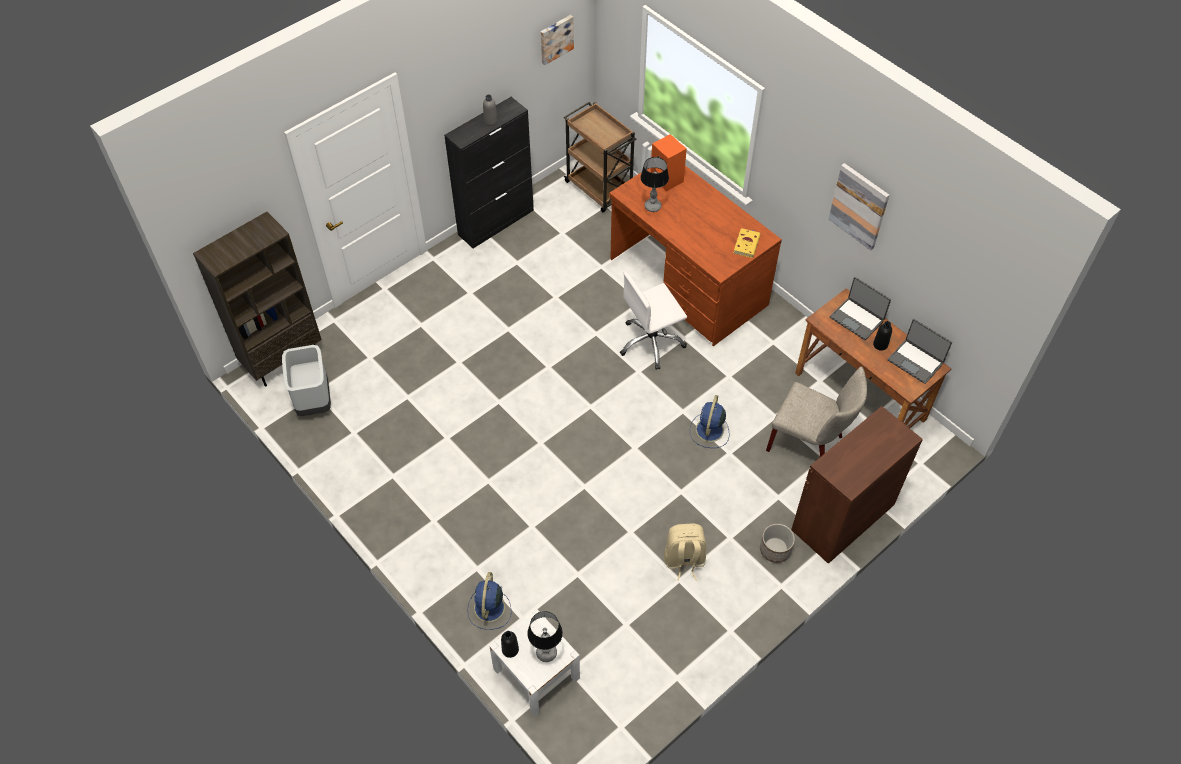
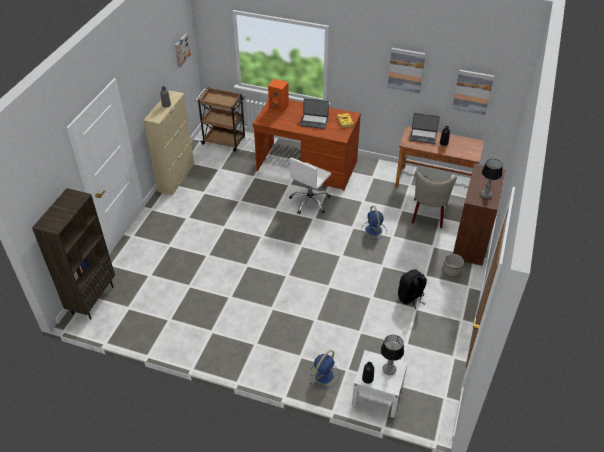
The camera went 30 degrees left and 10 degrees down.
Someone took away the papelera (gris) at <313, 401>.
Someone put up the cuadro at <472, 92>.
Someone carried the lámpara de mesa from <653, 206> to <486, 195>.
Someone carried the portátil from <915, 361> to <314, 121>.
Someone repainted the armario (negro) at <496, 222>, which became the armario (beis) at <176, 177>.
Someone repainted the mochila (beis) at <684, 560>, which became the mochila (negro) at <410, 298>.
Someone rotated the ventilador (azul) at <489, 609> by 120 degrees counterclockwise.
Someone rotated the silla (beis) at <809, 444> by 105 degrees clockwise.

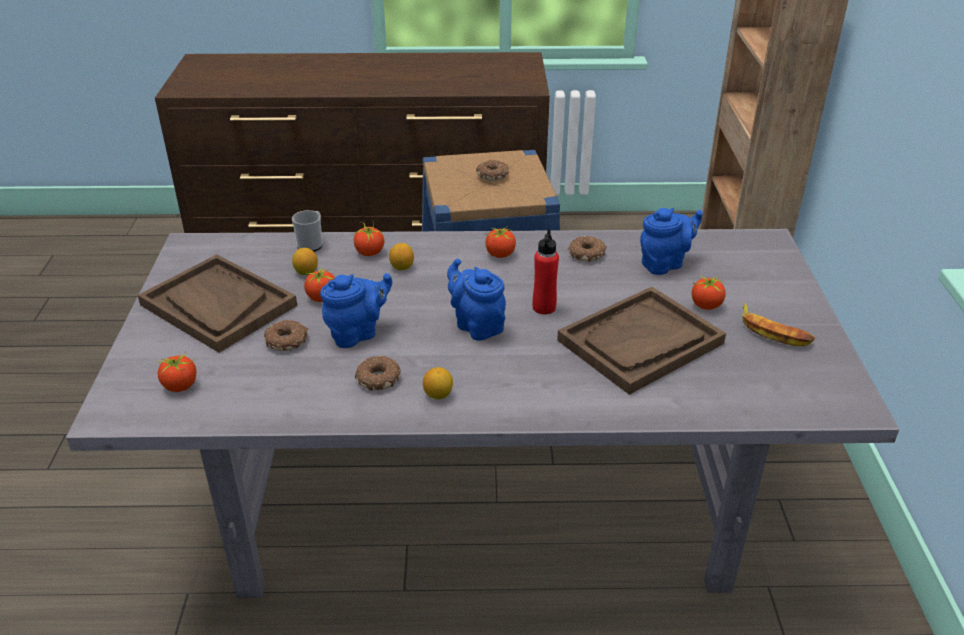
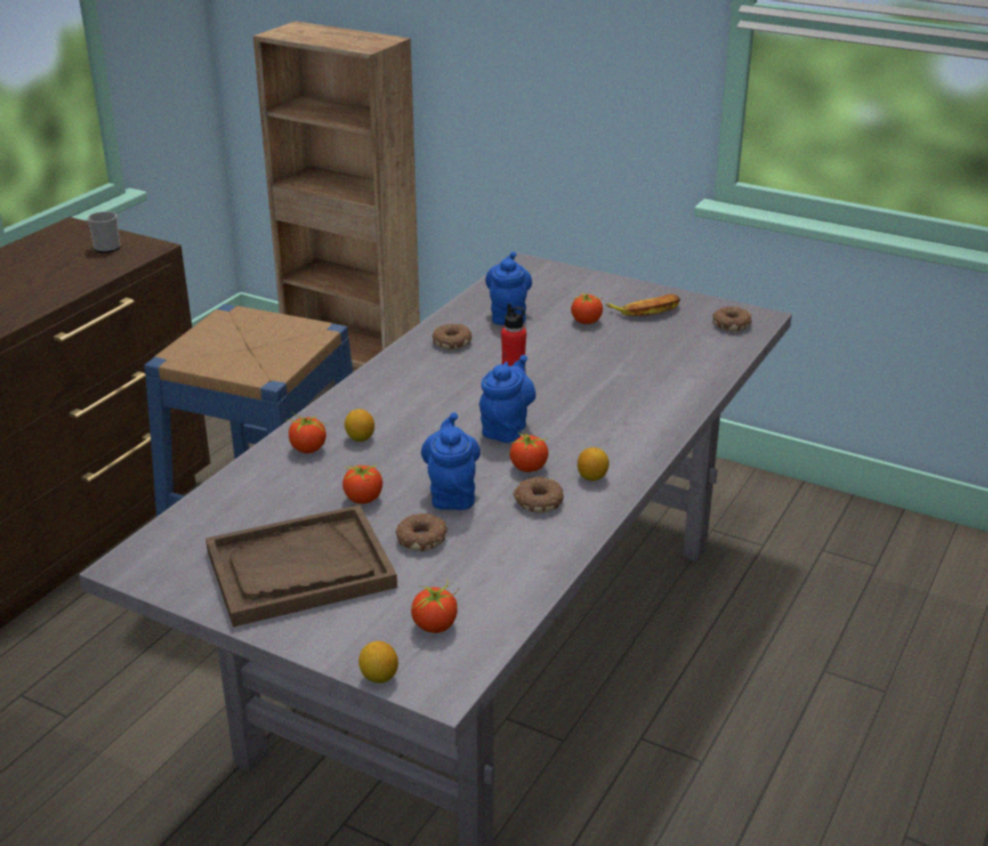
The camera went 60 degrees left and 5 degrees down.
Someone took away the bandeja (marrón) at <640, 342>.
Someone carried the taza grande from <311, 244> to <106, 246>.
Someone carried the limón from <306, 272> to <379, 677>.
Someone carried the rosquilla from <493, 175> to <731, 324>.
Someone carried the tomate from <500, 254> to <529, 467>.
Someone rotated the tetera (azul) at <476, 325> by 120 degrees clockwise.

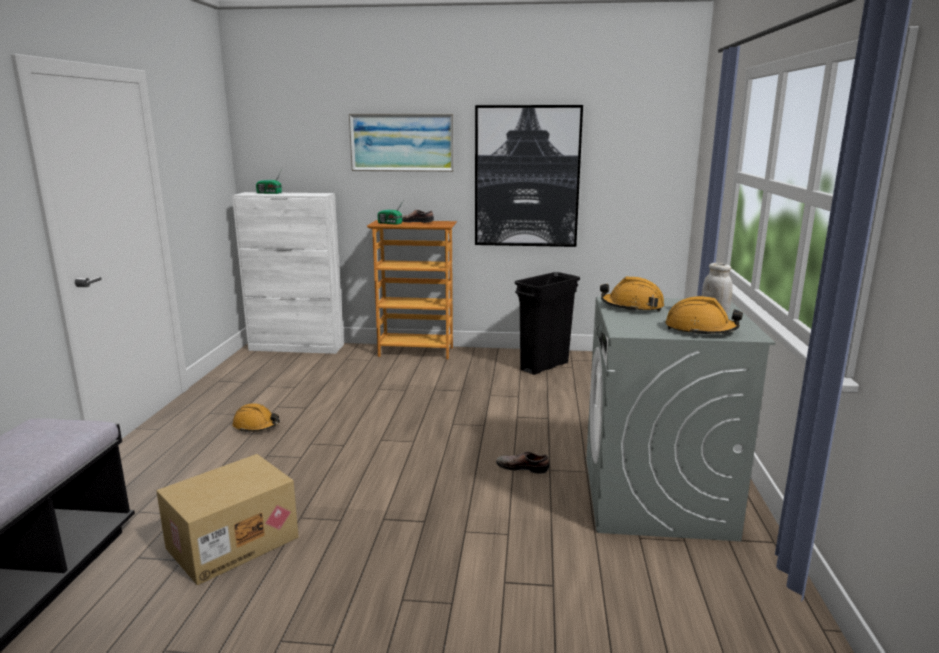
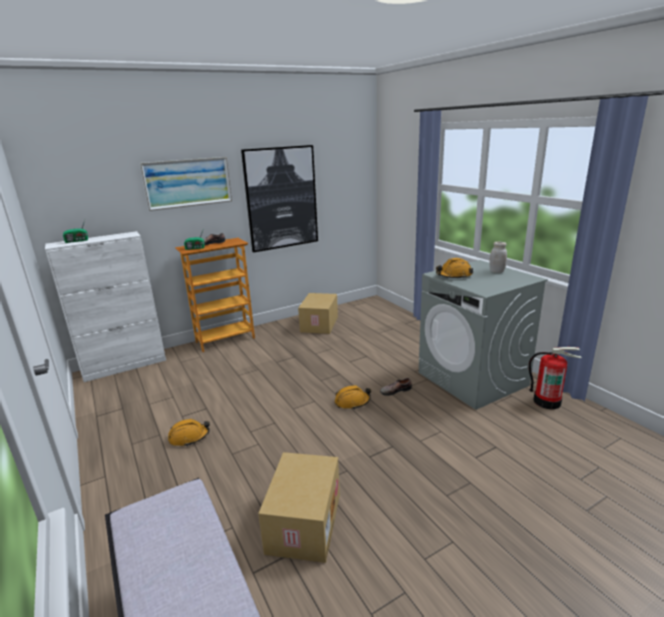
The camera went 35 degrees left and 5 degrees up.
Someone put down the extintor at <547, 401>.
Someone carried the casco (naranja) from <700, 330> to <352, 402>.
Someone swapped the papelera (negro) at <544, 366> for the caja de cartón at <320, 324>.

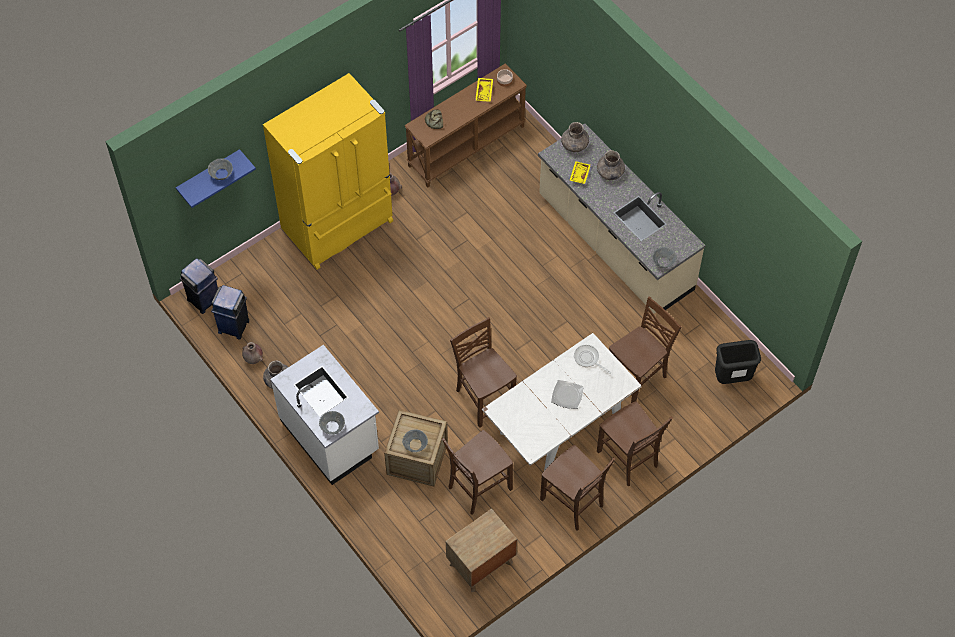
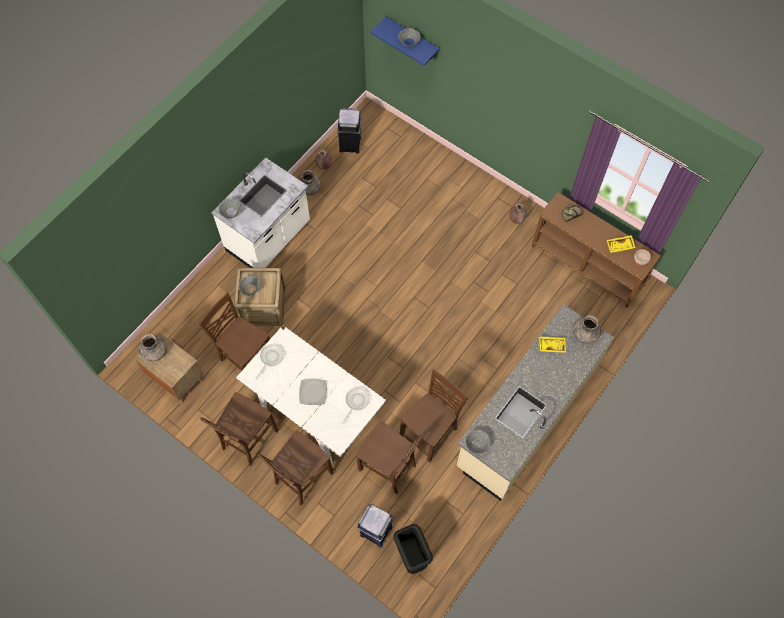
The camera went 75 degrees right and 5 degrees up.
Someone took away the nevera (amarillo) at <339, 227>.
Someone put down the sartén at <270, 358>.
Someone carried the papelera (azul) from <204, 300> to <375, 531>.
Someone carried the silla (marrón) from <484, 398> to <430, 433>.
Someone carried the florero (gris) from <610, 172> to <155, 351>.

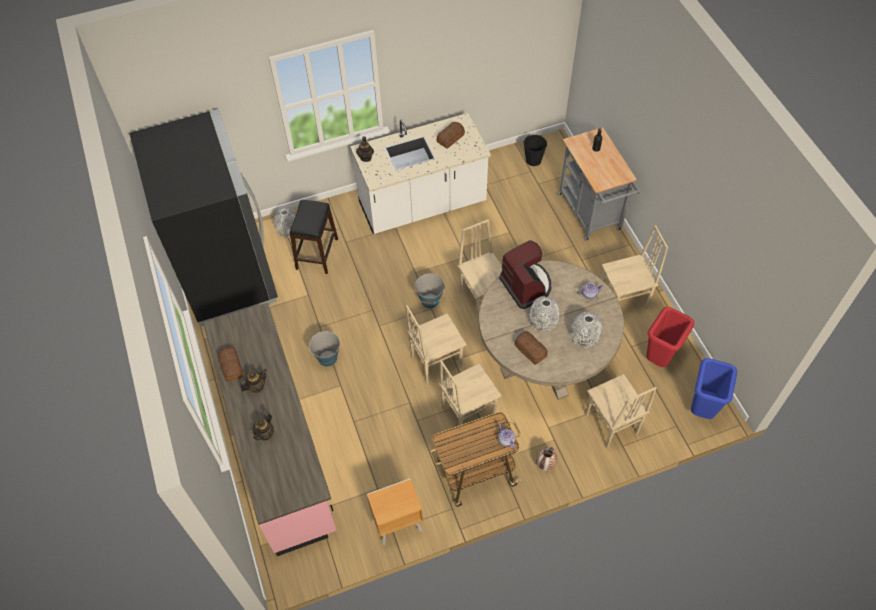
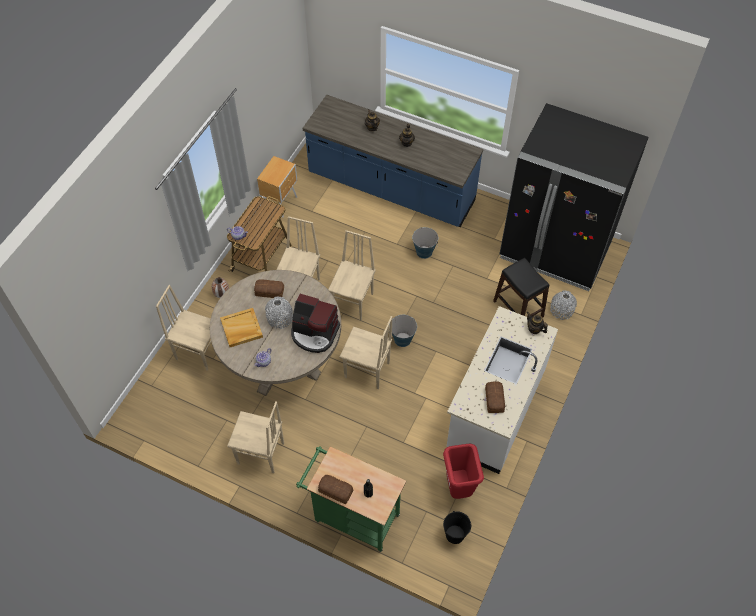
The camera went 135 degrees right and 0 degrees up.
Someone took away the papelera (azul) at <701, 409>.
Someone carried the pan from <231, 367> to <335, 490>.
Someone carried the papelera (rojo) from <659, 359> to <458, 487>.
Someone swapped the florero (gris) at <584, 335> for the bandeja (beis) at <241, 329>.
Someone repainted the mueble bajo de cocina (rosa) at <279, 447>, which became the mueble bajo de cocina (azul) at <391, 189>.
Someone repainted the carrito (gris) at <591, 215>, which became the carrito (verde) at <352, 516>.
Someone rotated the silla (beis) at <624, 301> by 105 degrees counterclockwise.

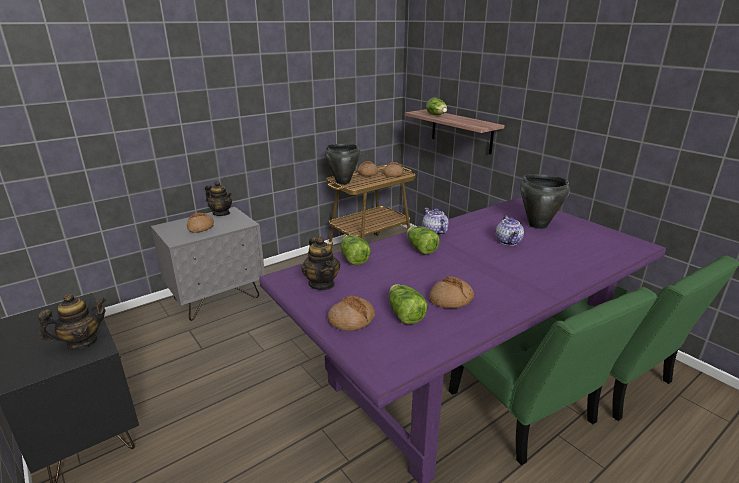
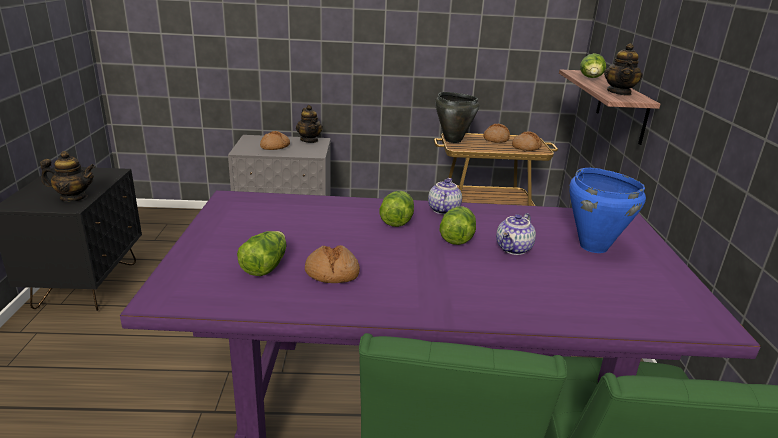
The camera went 35 degrees right and 0 degrees up.
Someone took away the pan at <351, 319>.
Someone carried the tetera from <322, 284> to <619, 92>.
Someone carried the lechuga from <353, 259> to <456, 236>.
Someone repainted the olla (negro) at <537, 225>, which became the olla (azul) at <593, 246>.

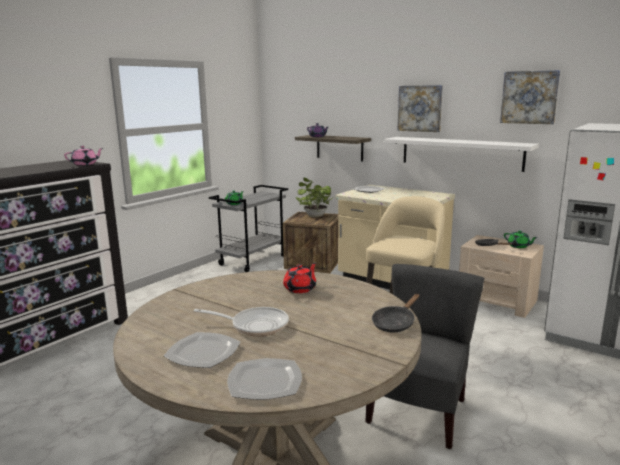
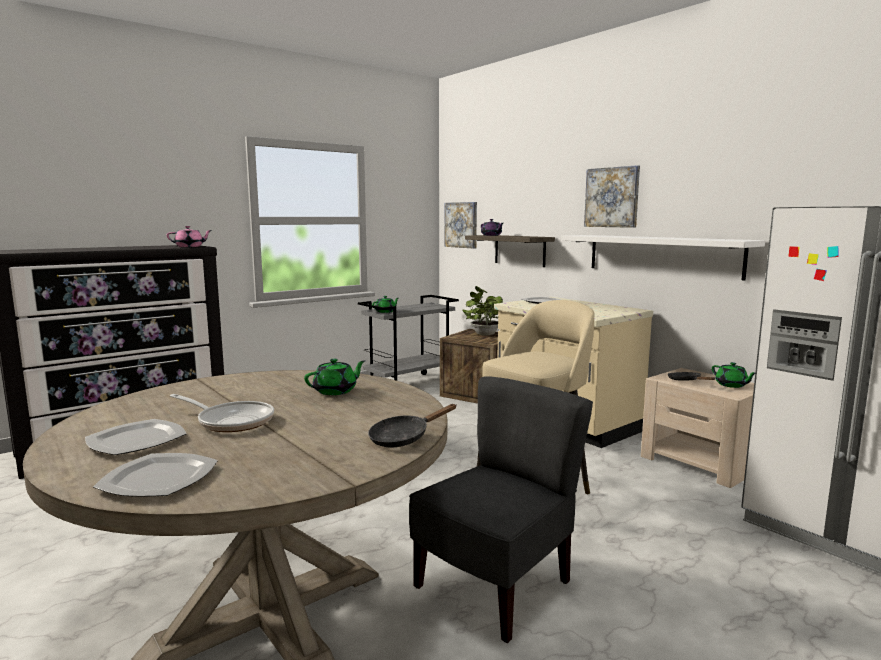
The camera went 15 degrees right and 5 degrees down.
Someone carried the cuadro from <529, 97> to <461, 225>.
Someone repainted the tetera (rojo) at <300, 289>, which became the tetera (verde) at <336, 391>.

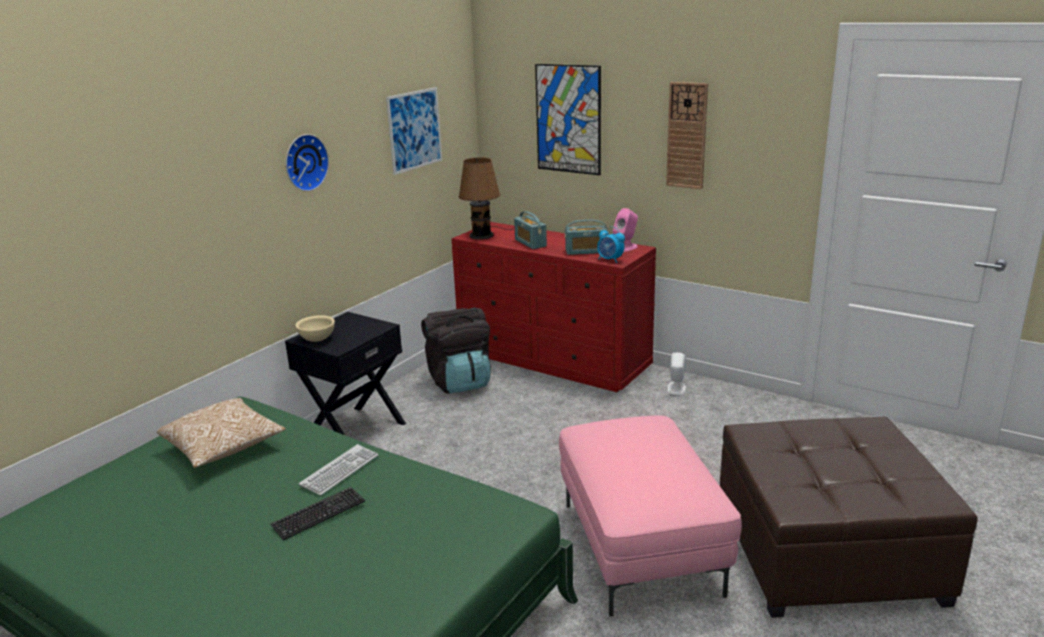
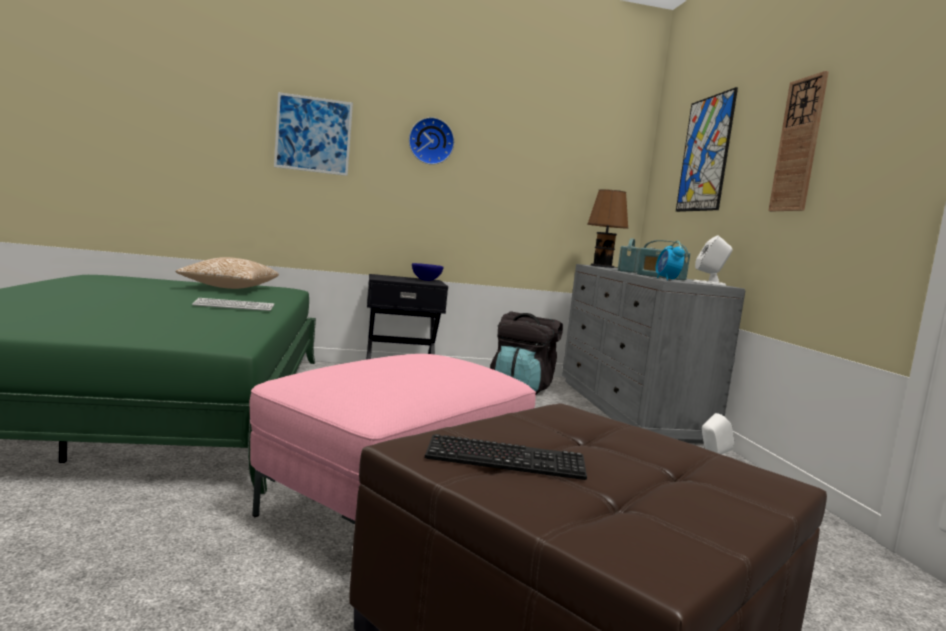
The camera went 45 degrees right and 15 degrees down.
Someone took away the cuenco (beis) at <316, 339>.
Someone put down the cuenco (azul) at <426, 280>.
Someone carried the teclado from <319, 514> to <505, 460>.
Someone carried the cuadro from <414, 130> to <313, 134>.
Someone repainted the cómoda (rojo) at <554, 360>, which became the cómoda (gris) at <628, 408>.
Someone repainted the altavoz (rosa) at <625, 247>, which became the altavoz (blanco) at <709, 283>.

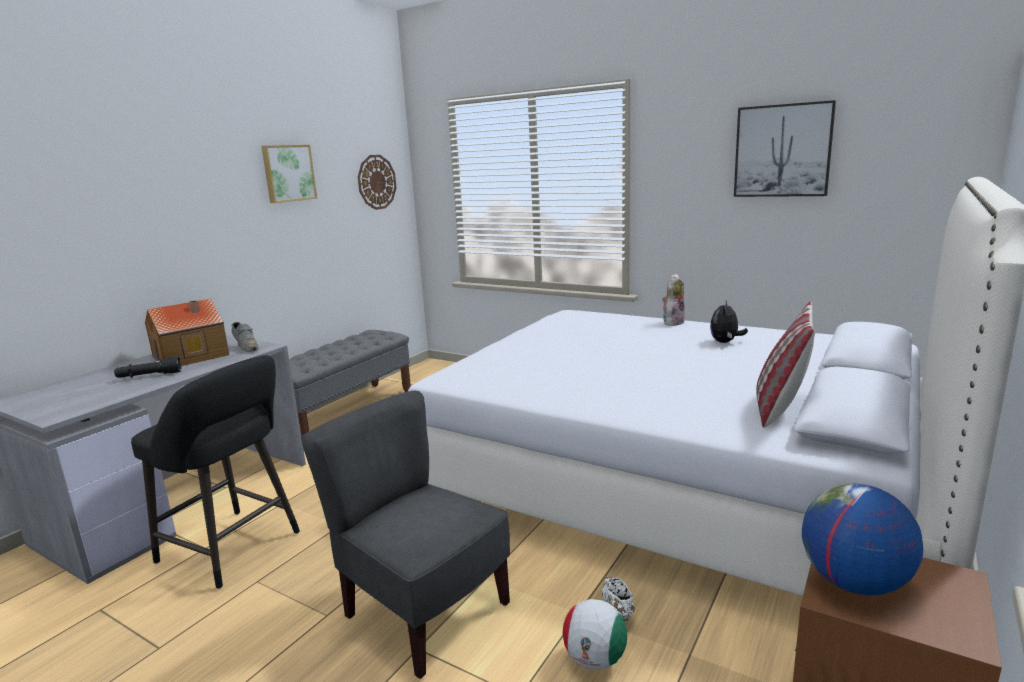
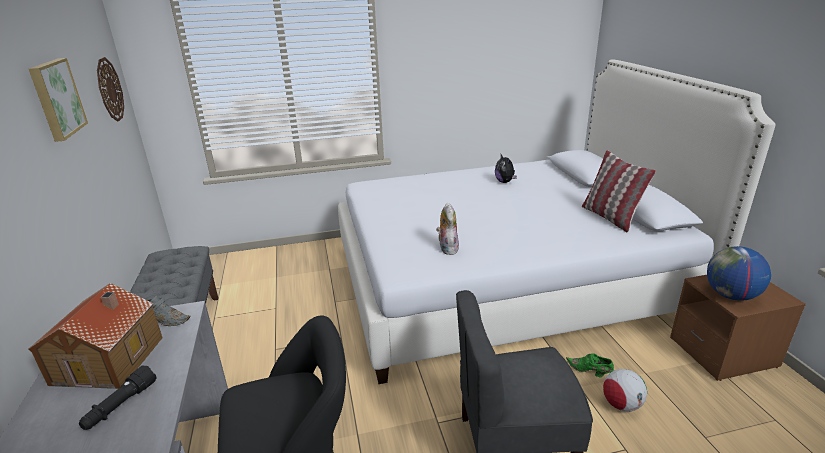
The camera went 45 degrees left and 10 degrees up.
Someone took away the cuadro at <782, 151>.
Someone carried the peluche from <672, 322> to <447, 248>.
Someone repainted the zapato (blanco) at <617, 608>, which became the zapato (verde) at <589, 371>.

